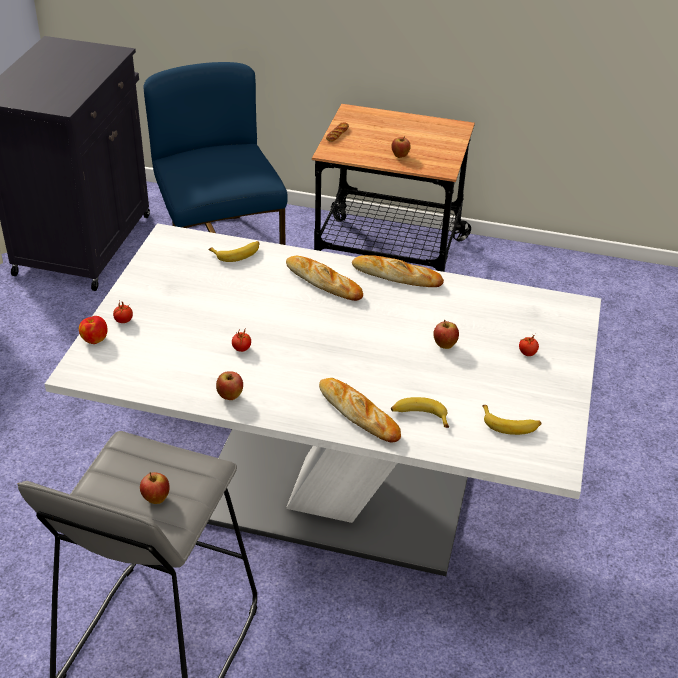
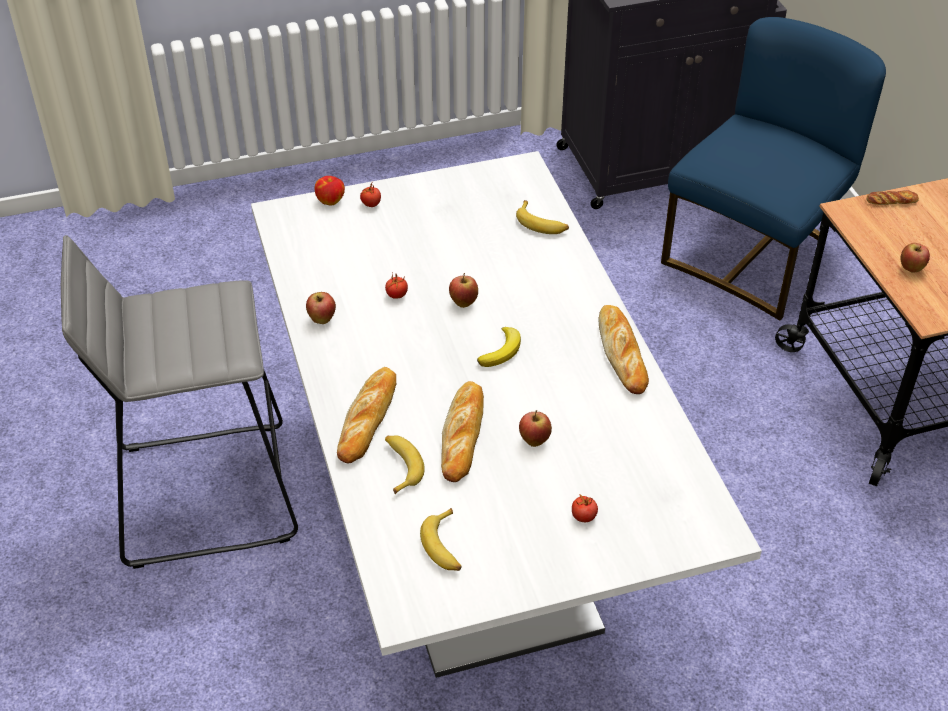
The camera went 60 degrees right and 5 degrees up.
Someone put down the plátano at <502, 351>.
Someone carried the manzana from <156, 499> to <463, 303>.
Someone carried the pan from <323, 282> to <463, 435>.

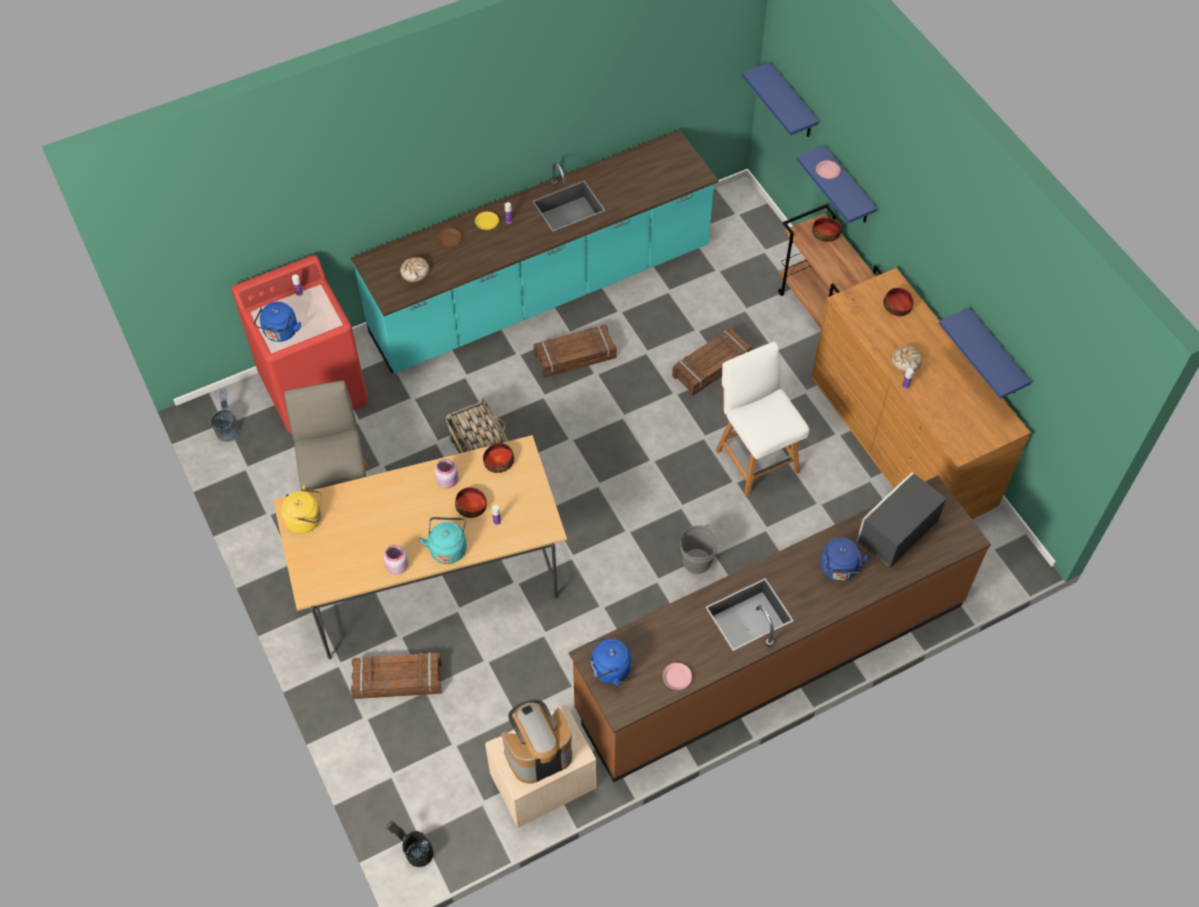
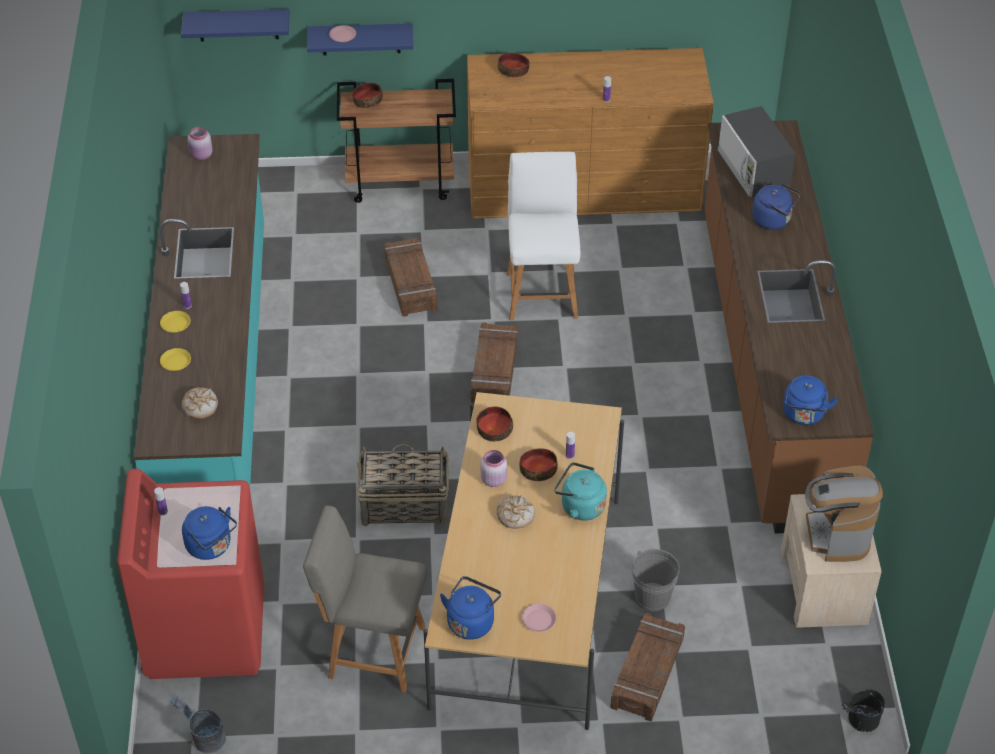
The camera went 65 degrees left and 10 degrees down.
Someone took away the estante (azul) at <995, 354>.
Someone carried the tarro (rosa) from <397, 567> to <201, 156>.
Someone carried the caja de embalaje from <575, 356> to <495, 370>.
Someone carried the plato (rosa) from <677, 677> to <538, 620>.
Someone carried the cubo (gris) from <697, 561> to <653, 597>.
Someone carried the pan from <906, 361> to <515, 515>.
Someone repainted the hervidor (amarillo) at <306, 520>, which became the hervidor (azul) at <471, 621>.
Someone repainted the plato (marrón) at <450, 239>, which became the plato (amarillo) at <176, 362>.
Someone rotated the silla (blanco) at <755, 458> by 90 degrees clockwise.

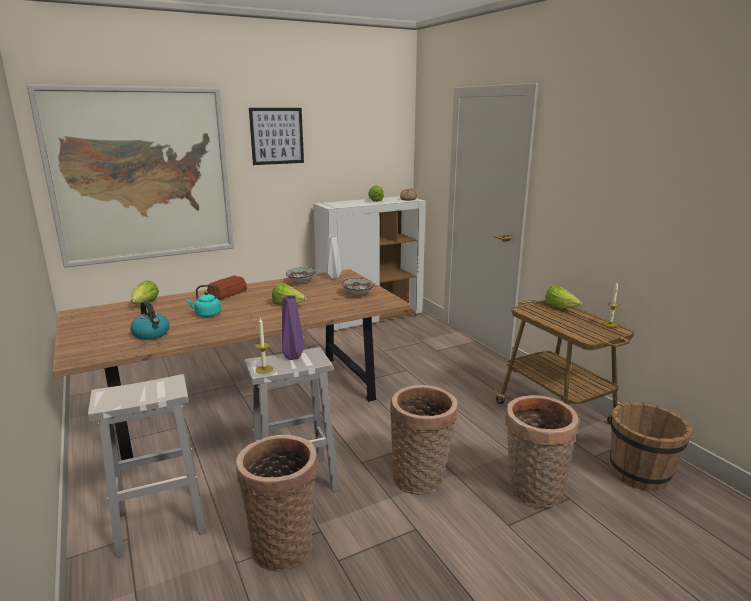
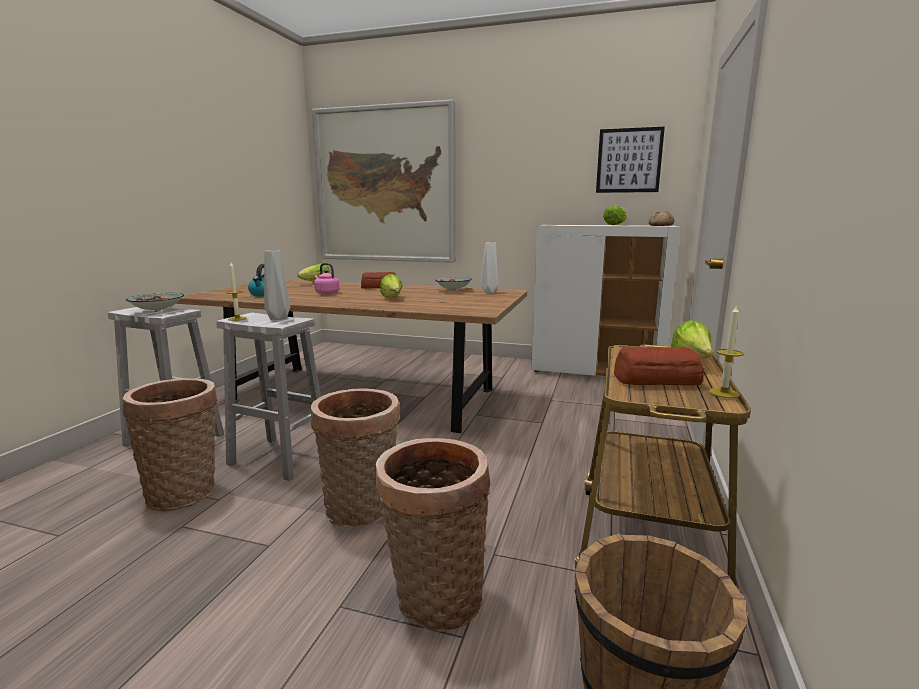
The camera went 45 degrees right and 5 degrees down.
Someone put down the pan at <655, 379>.
Someone carried the cuadro from <277, 136> to <629, 160>.
Someone carried the cuenco from <357, 294> to <157, 311>.
Someone repainted the hervidor (turquesa) at <206, 315>, which became the hervidor (rosa) at <326, 293>.
Someone repainted the florero (morado) at <293, 357>, which became the florero (gris) at <277, 318>.

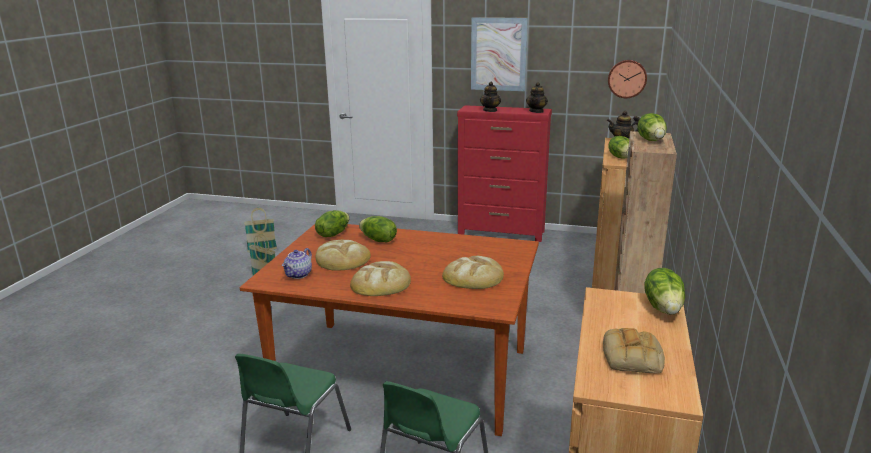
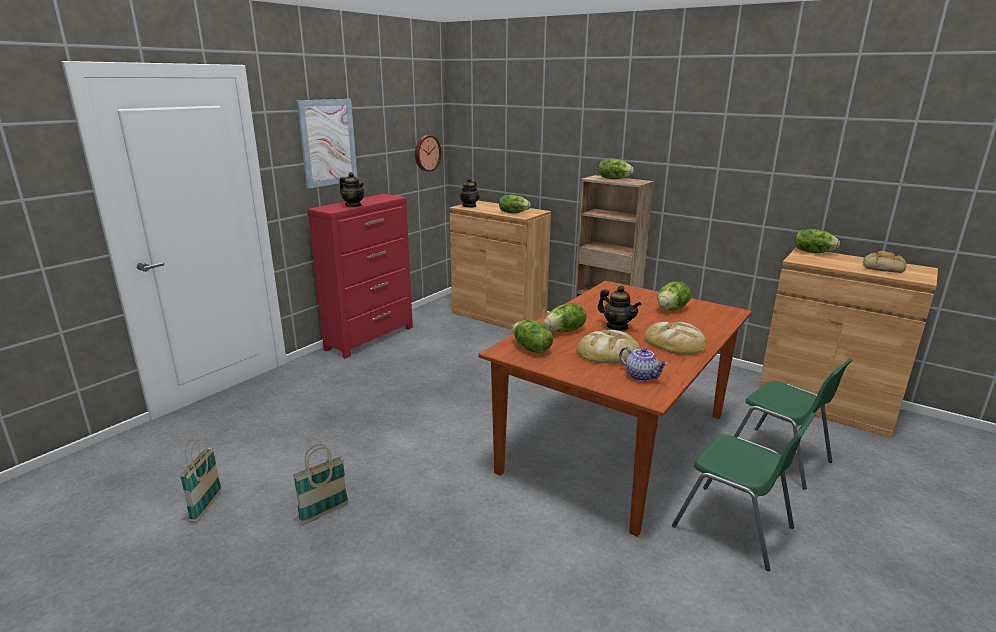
The camera went 70 degrees left and 0 degrees up.
Someone carried the tetera from <536, 111> to <617, 327>.
Someone swapped the pan at <473, 277> for the lechuga at <671, 309>.

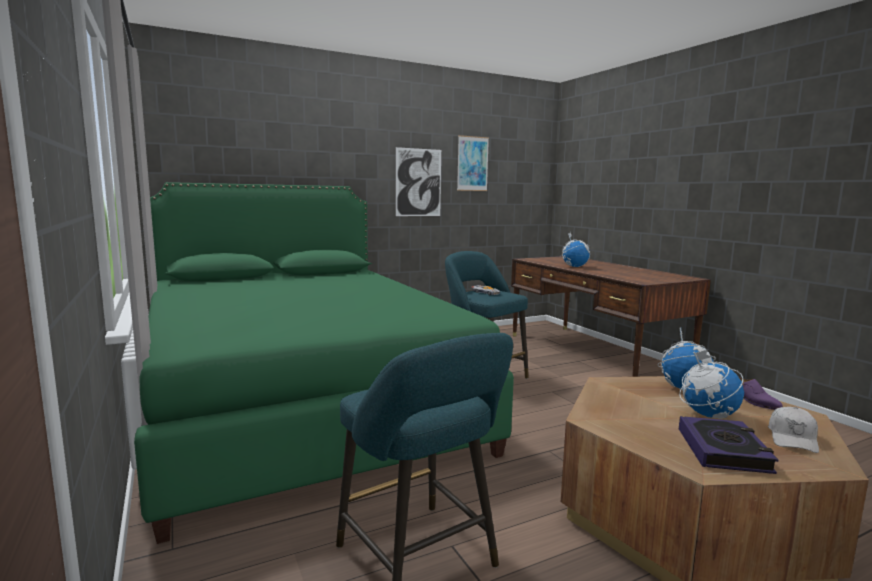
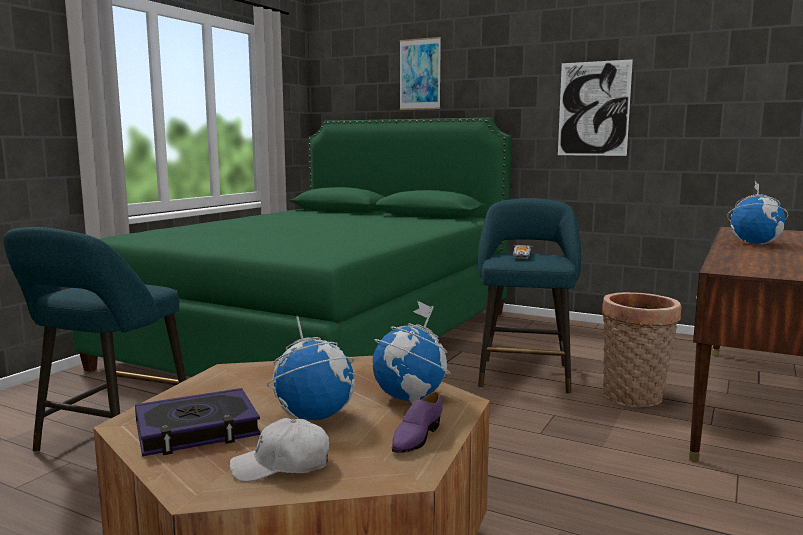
The camera went 55 degrees right and 0 degrees up.
Someone put down the cesta at <634, 398>.
Someone carried the cuadro from <472, 163> to <420, 74>.

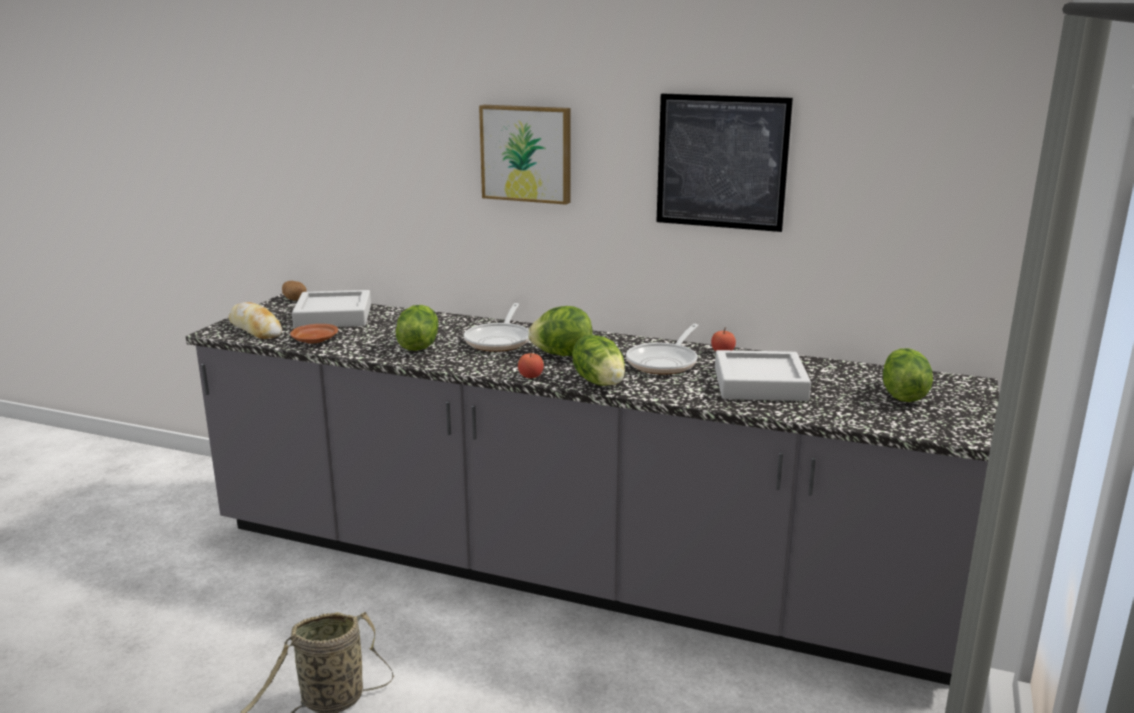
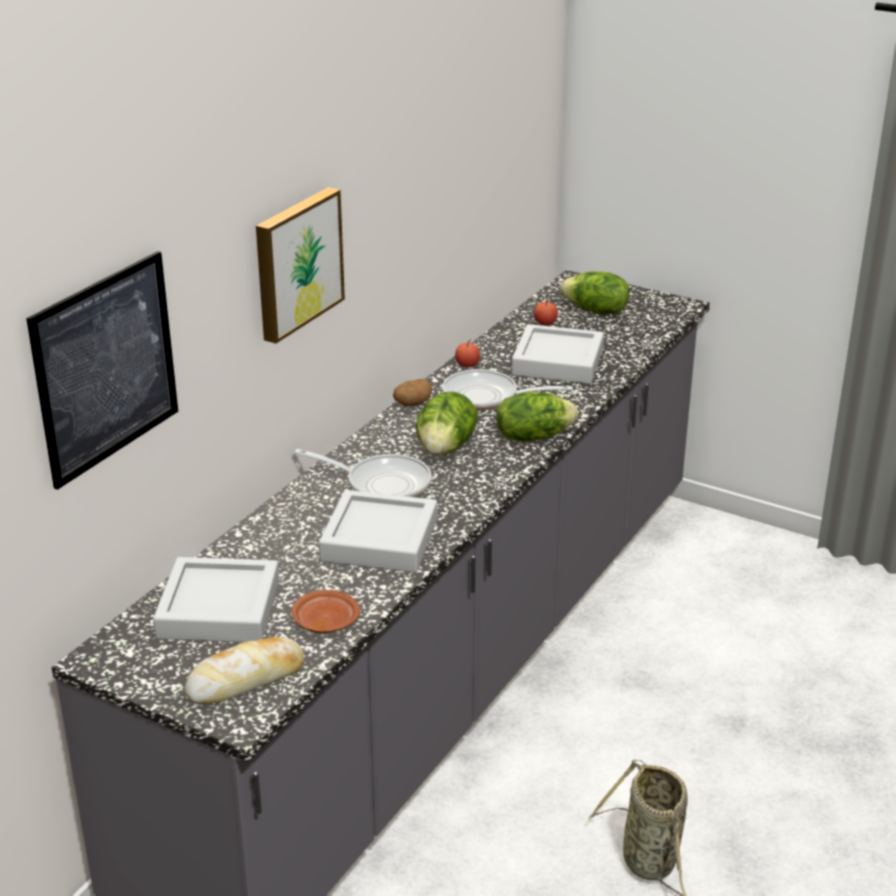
The camera went 80 degrees left and 10 degrees up.
Someone carried the patata from <294, 299> to <412, 404>.
Someone carried the manzana from <530, 376> to <545, 323>.
Someone carried the cuadro from <722, 162> to <106, 367>.
Someone swapped the lechuga at <418, 346> for the bandeja (gris) at <379, 540>.
Someone rotated the sartén at <664, 362> by 150 degrees clockwise.

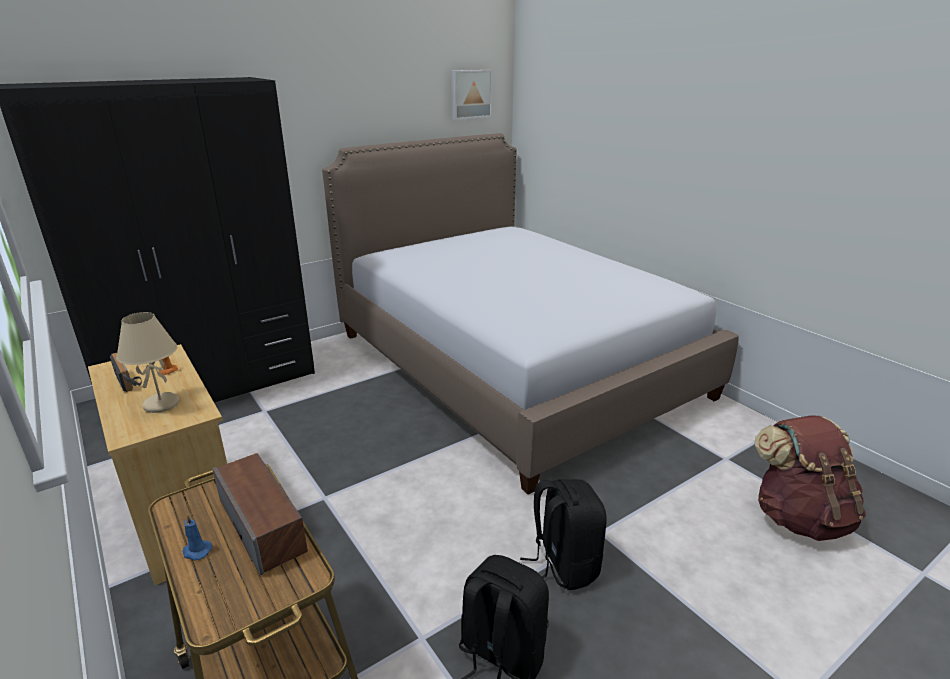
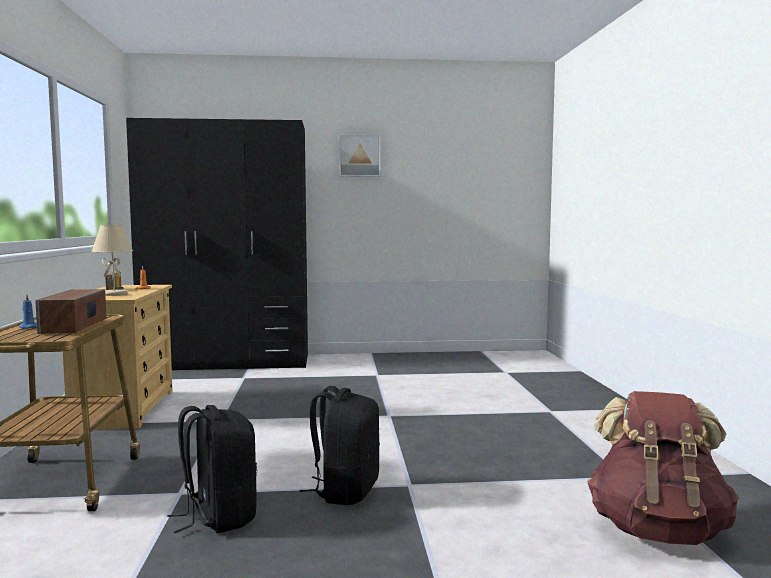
The camera went 30 degrees right and 20 degrees down.
Someone took away the cama at <513, 364>.
Someone carried the cuadro from <470, 94> to <359, 156>.

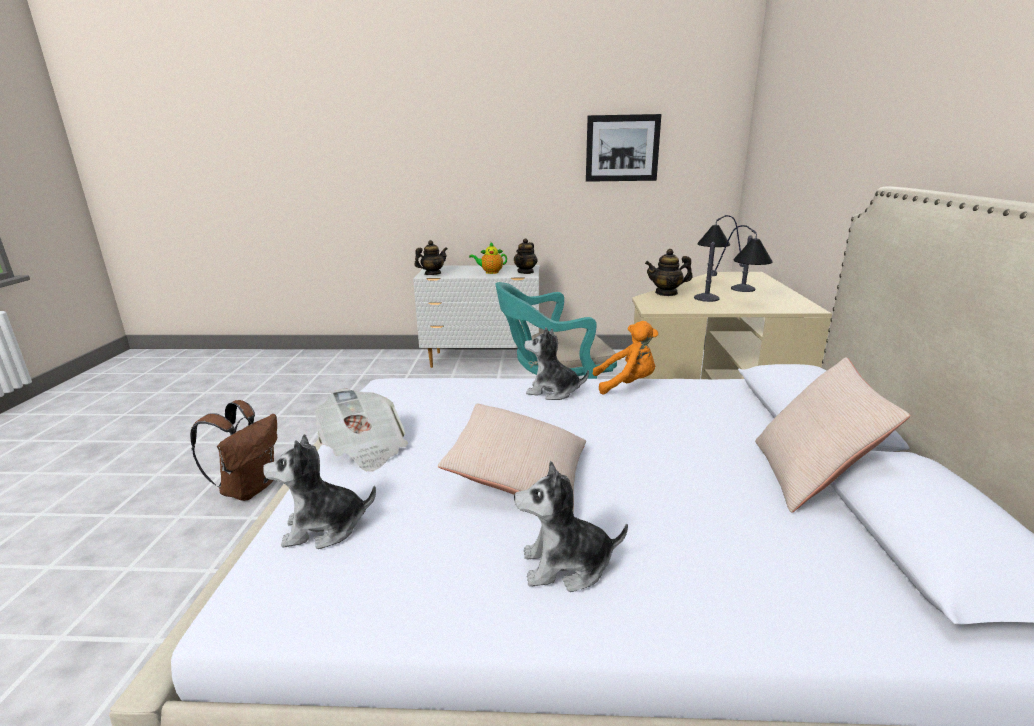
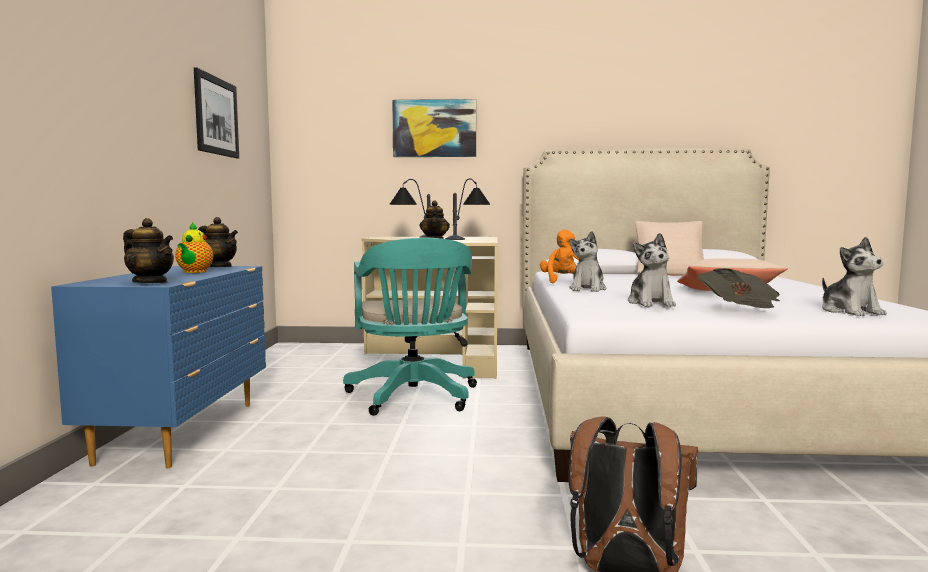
The camera went 90 degrees left and 15 degrees down.
Someone put up the cuadro at <434, 128>.
Someone carried the peluche from <566, 566> to <651, 303>.
Someone repainted the cómoda (blanco) at <483, 360>, which became the cómoda (azul) at <183, 431>.
Someone rotated the tetera at <432, 274> by 150 degrees clockwise.

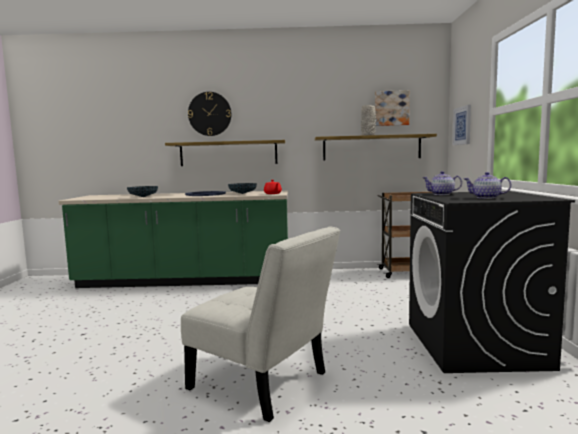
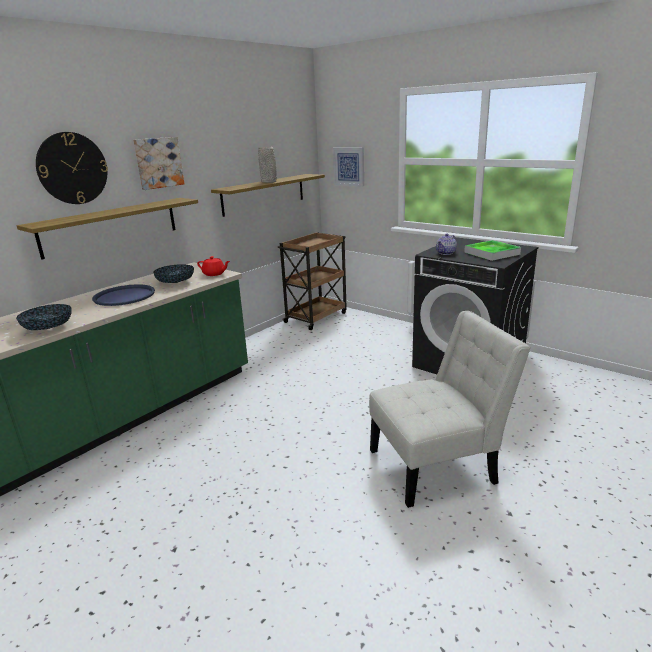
The camera went 50 degrees left and 15 degrees up.
Someone carried the cuadro from <391, 108> to <158, 163>.
Someone swapped the tetera at <486, 197> for the bandeja at <491, 253>.

